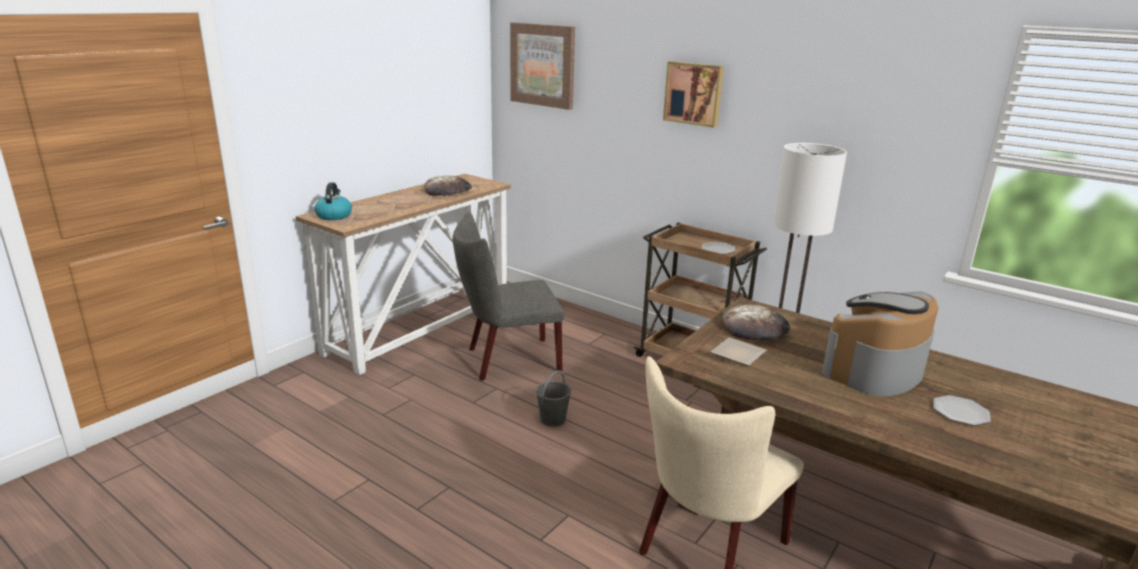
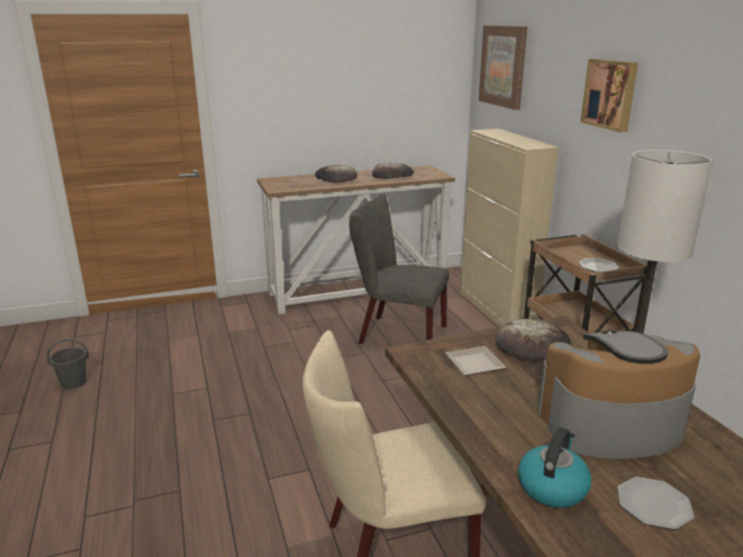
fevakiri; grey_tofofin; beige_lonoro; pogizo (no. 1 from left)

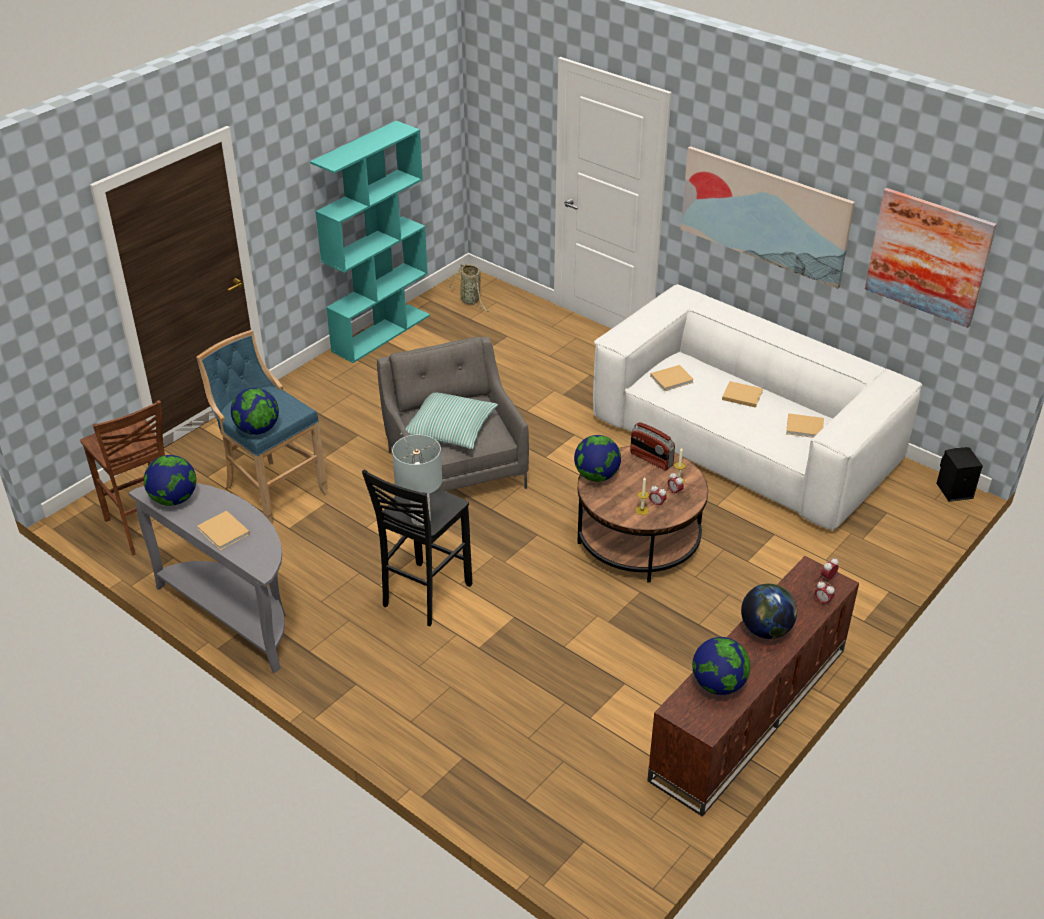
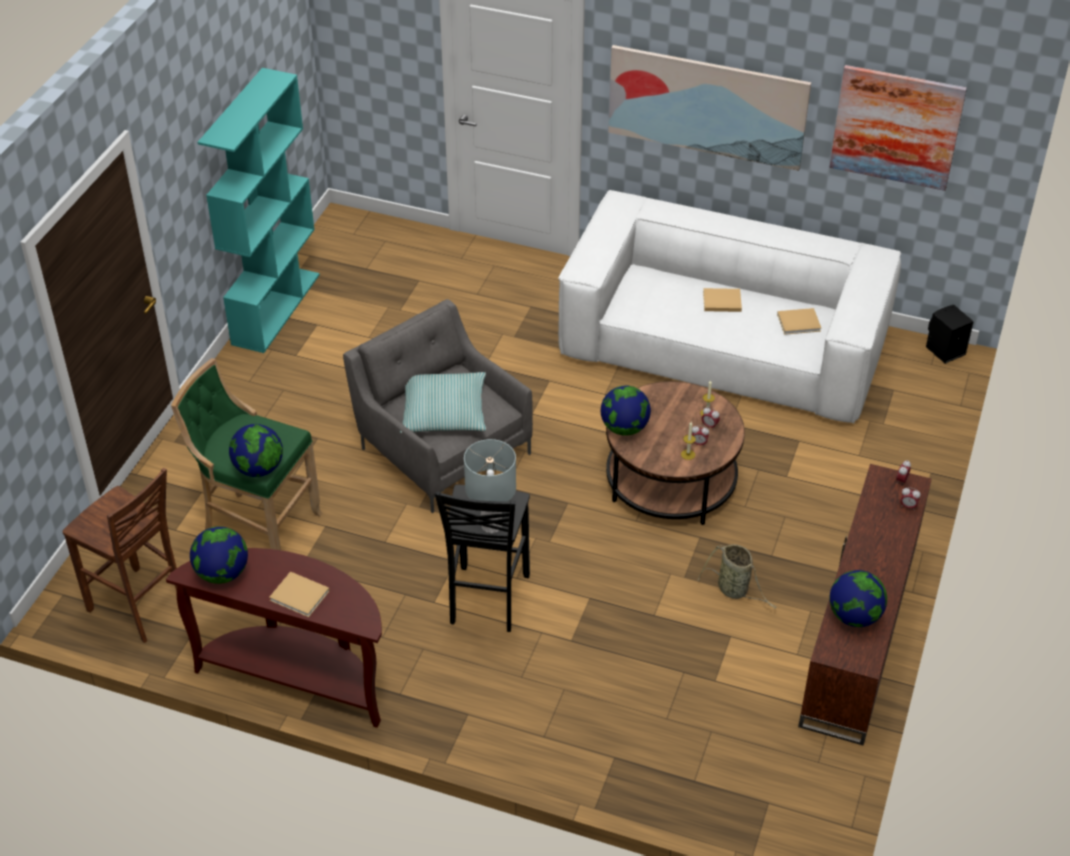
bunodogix; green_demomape; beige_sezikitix (no. 2 from left in the first image); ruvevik; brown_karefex; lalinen (no. 5 from left in the first image)

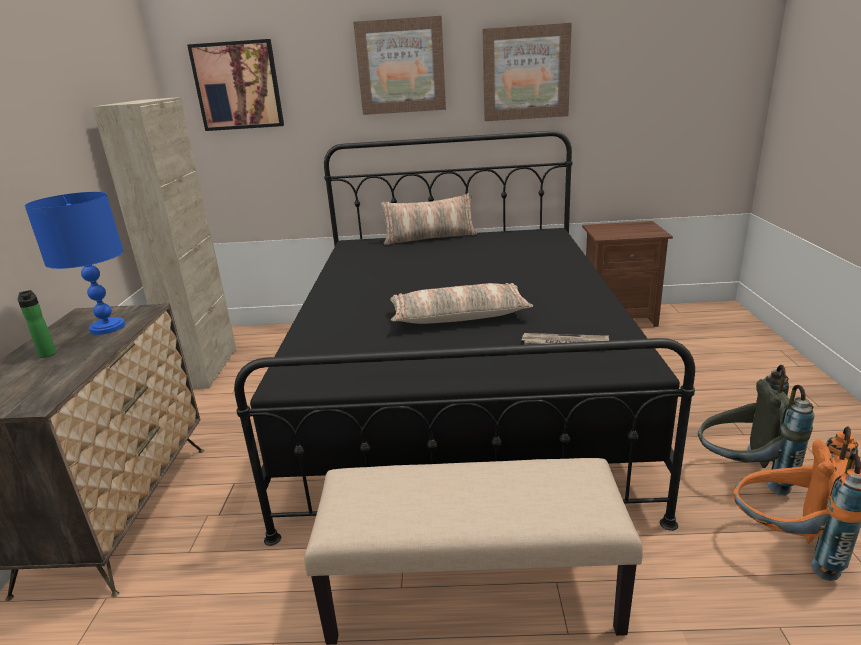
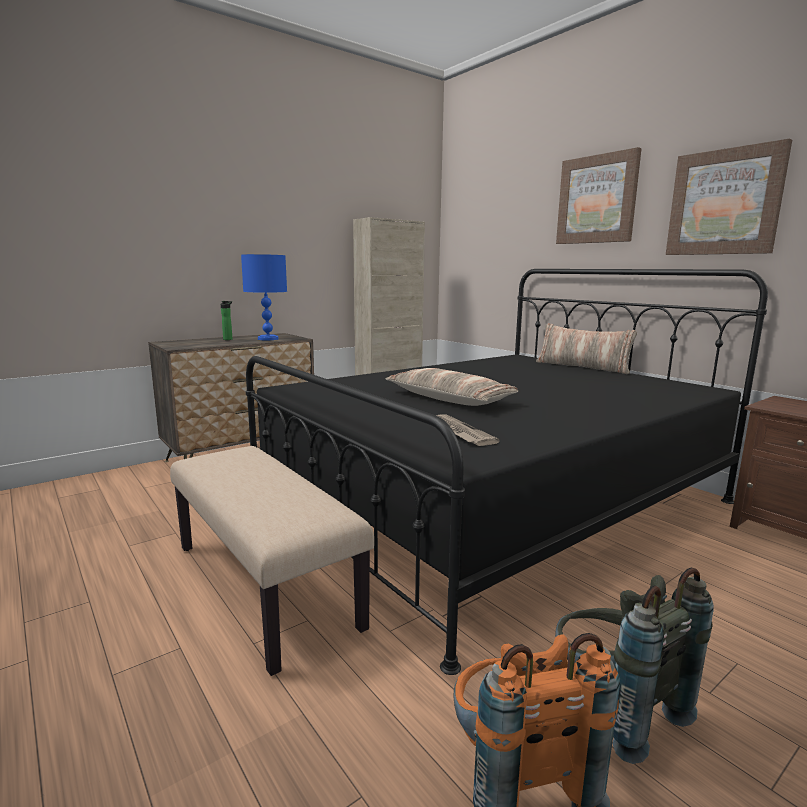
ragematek (no. 1 from left in the first image)

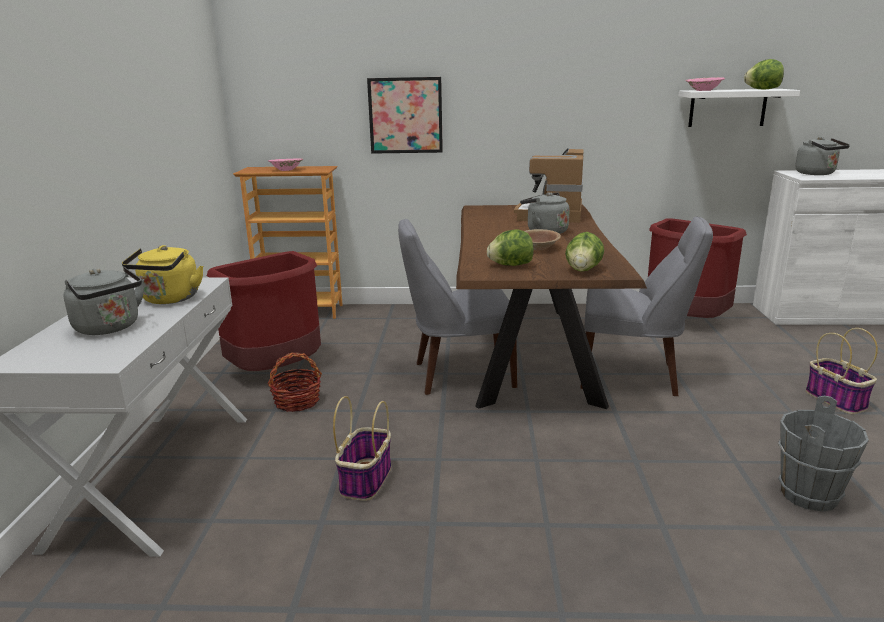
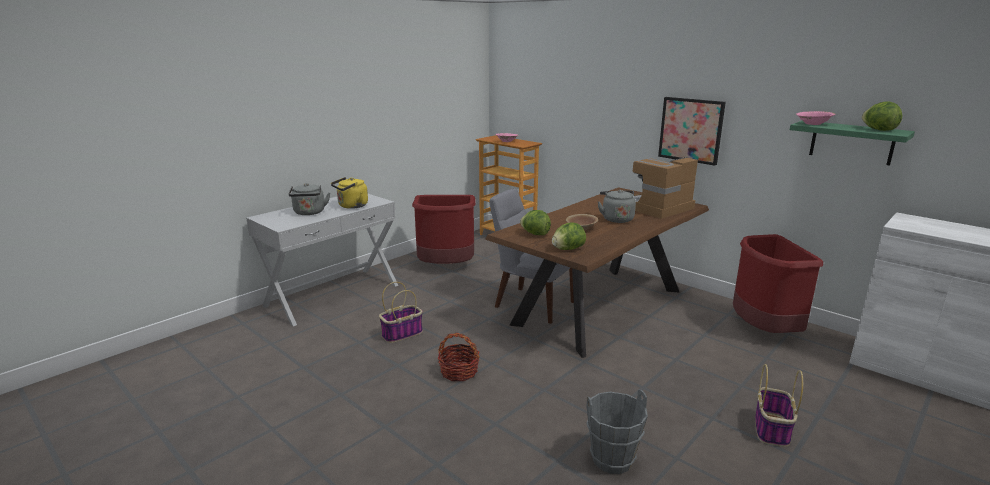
ragematek; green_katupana; grey_fevakiri (no. 3 from left in the first image); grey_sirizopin (no. 2 from left in the first image); bunodogix (no. 2 from left)

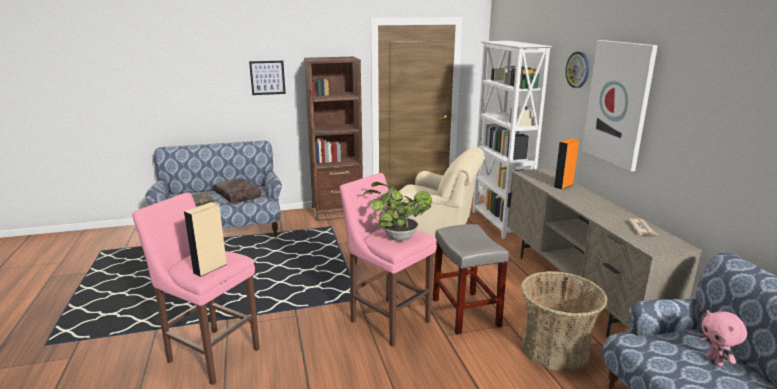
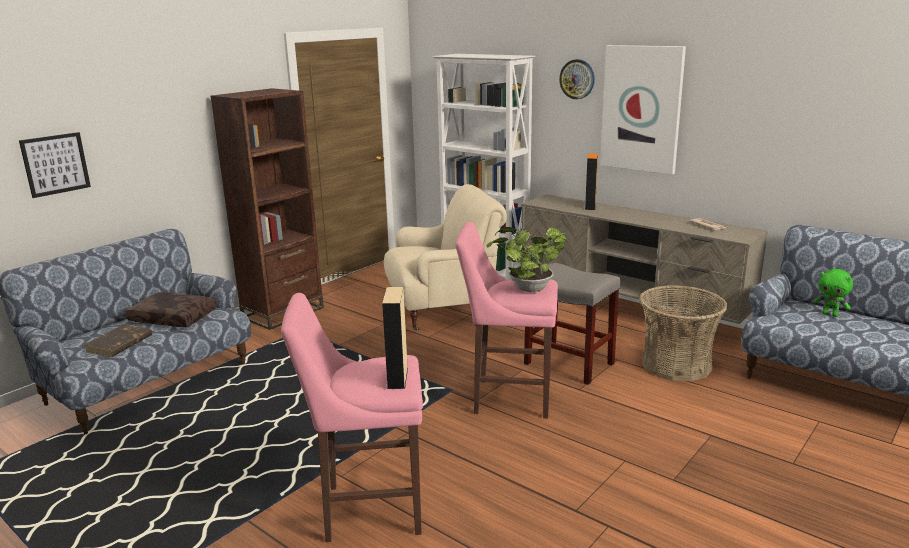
ragematek (no. 1 from left); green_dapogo

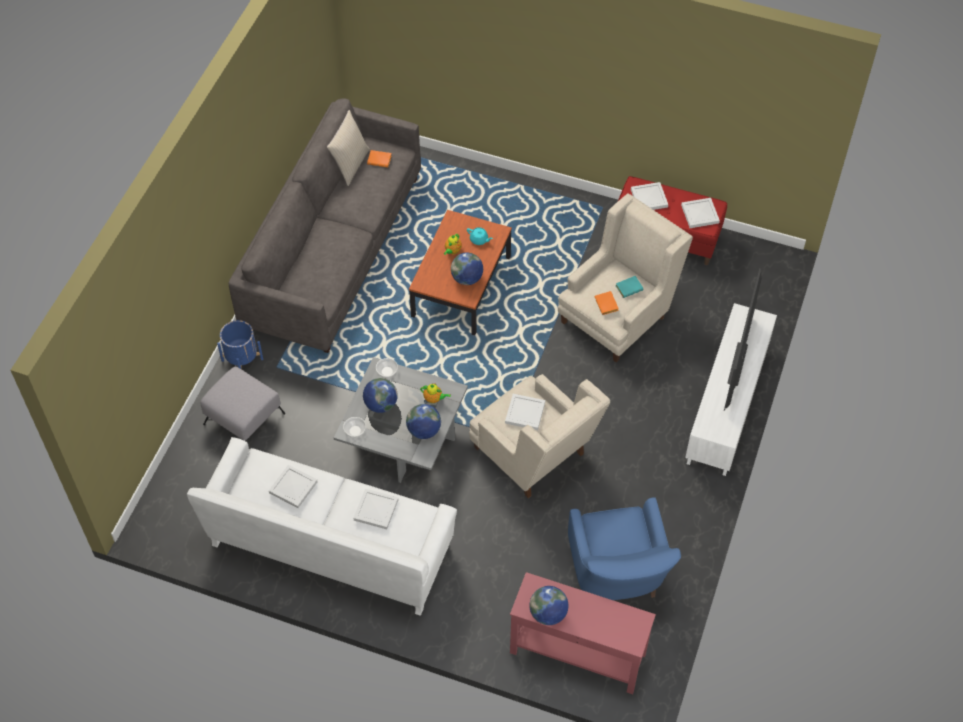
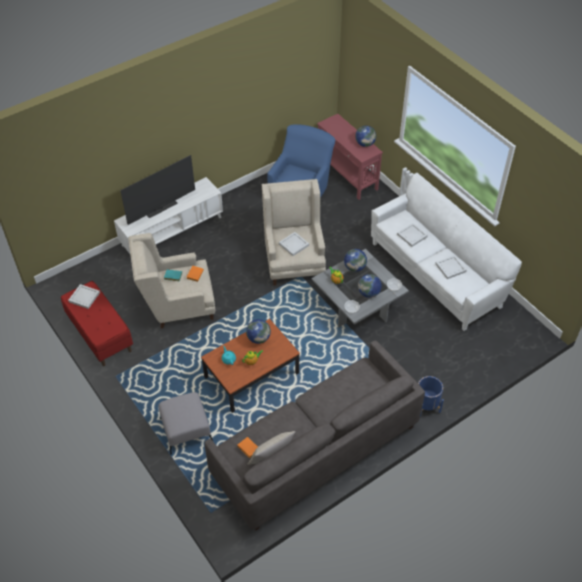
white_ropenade (no. 4 from left in the first image); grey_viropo

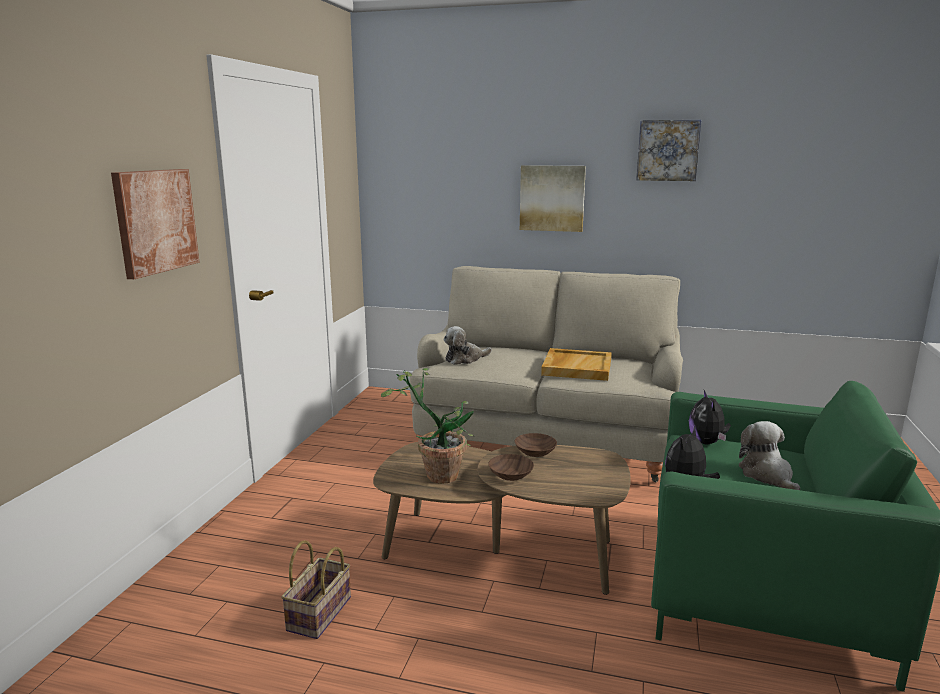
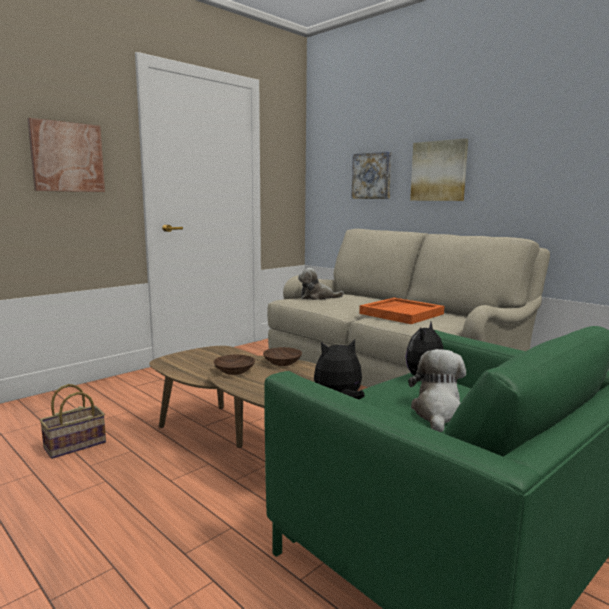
ragematek (no. 2 from left); orange_ropenade; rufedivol

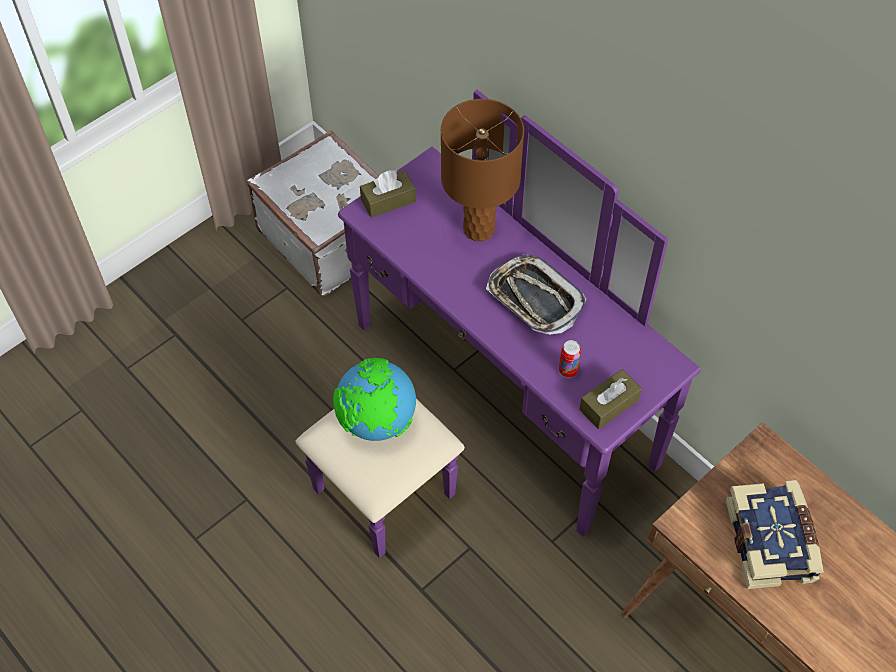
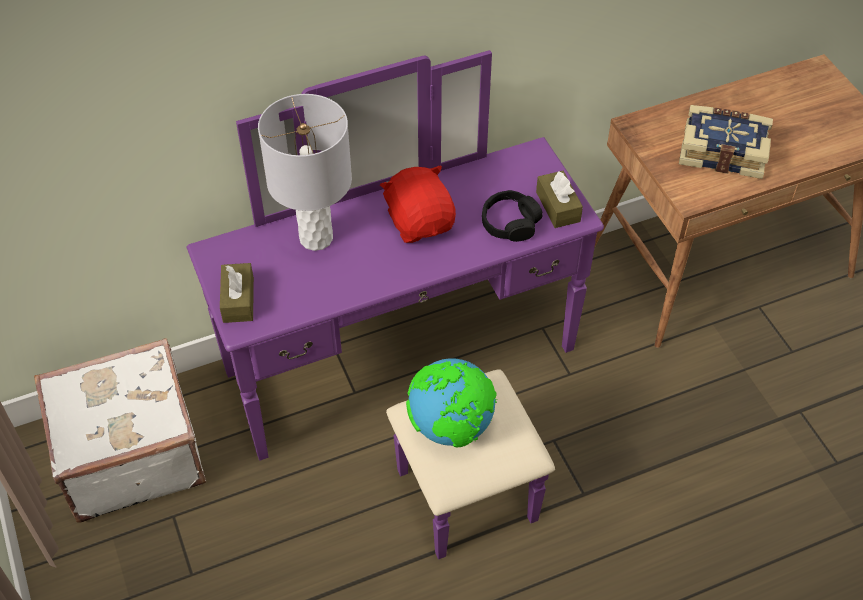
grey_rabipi; red_dapogo; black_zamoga

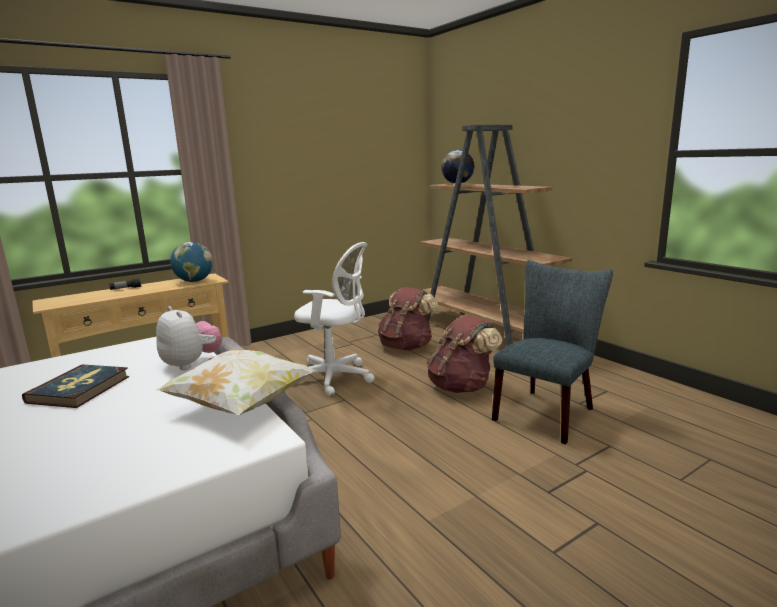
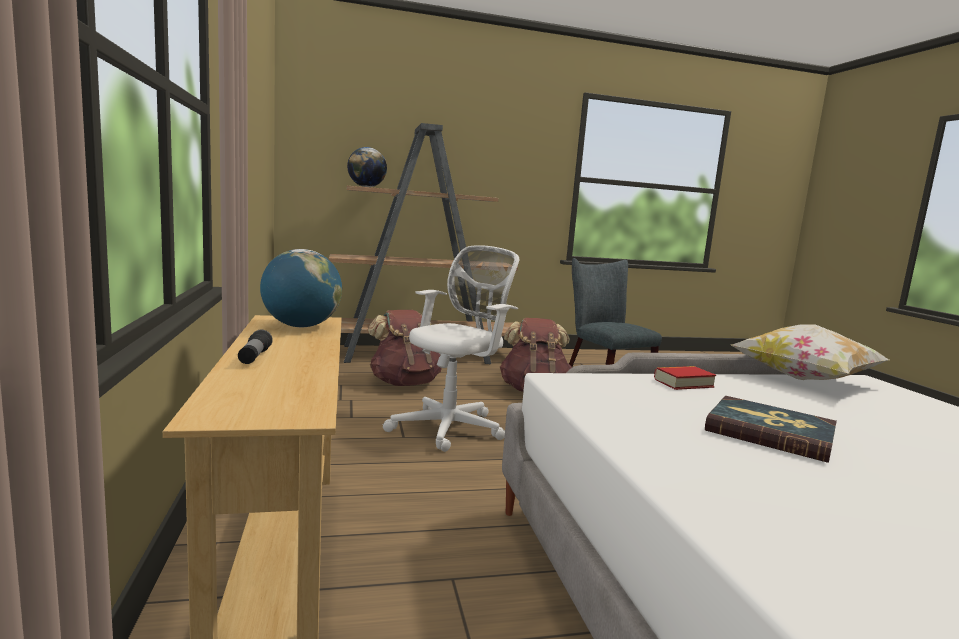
sezikitix (no. 1 from left)

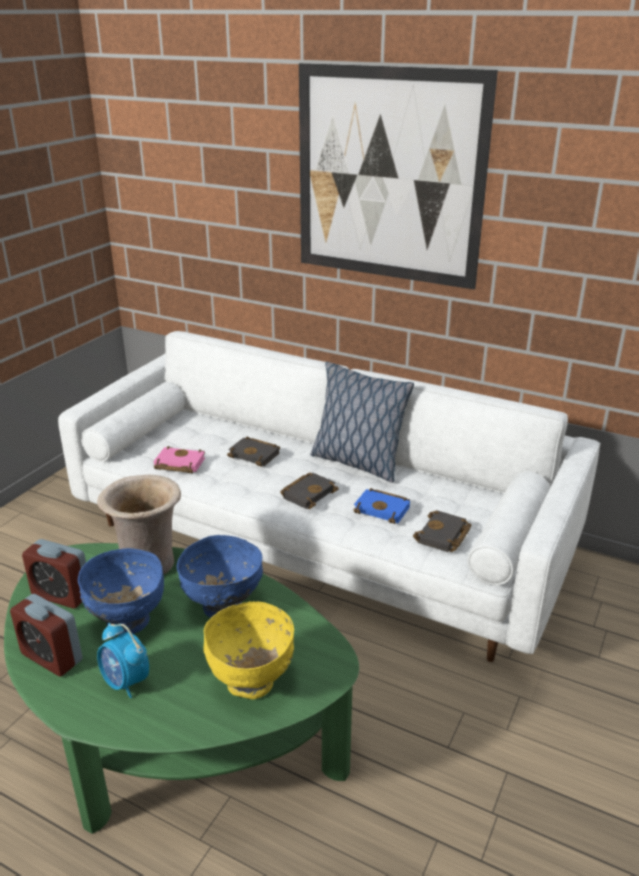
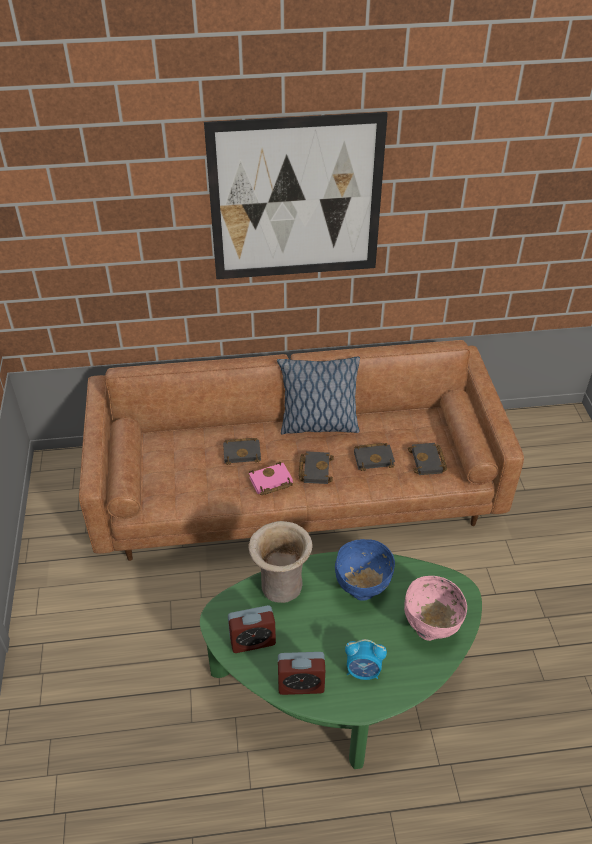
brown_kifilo; pink_sezikitix; black_sezikitix (no. 3 from left); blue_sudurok (no. 1 from left in the first image); pink_sudurok

